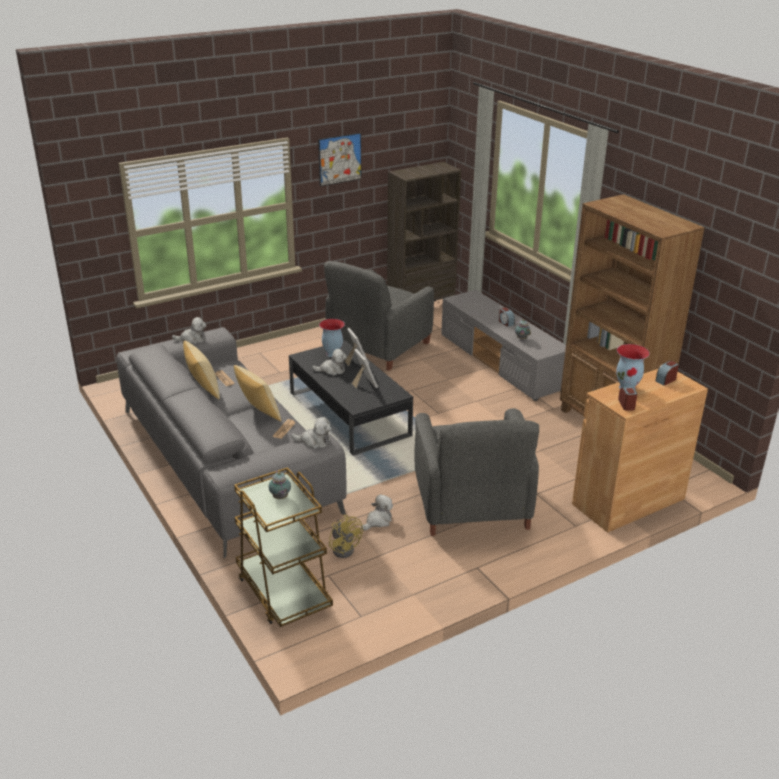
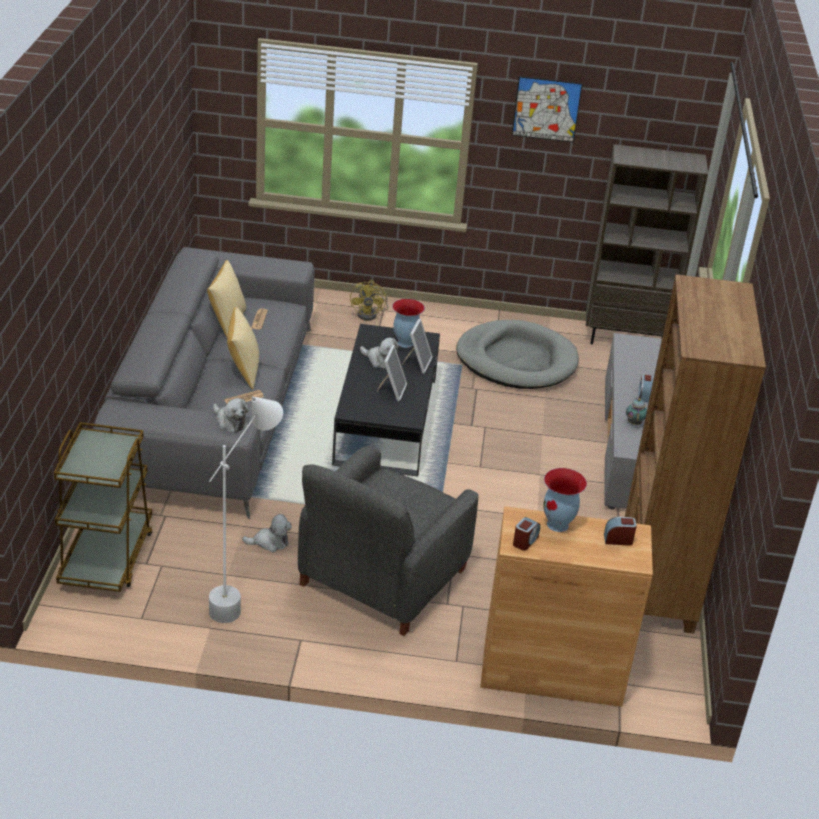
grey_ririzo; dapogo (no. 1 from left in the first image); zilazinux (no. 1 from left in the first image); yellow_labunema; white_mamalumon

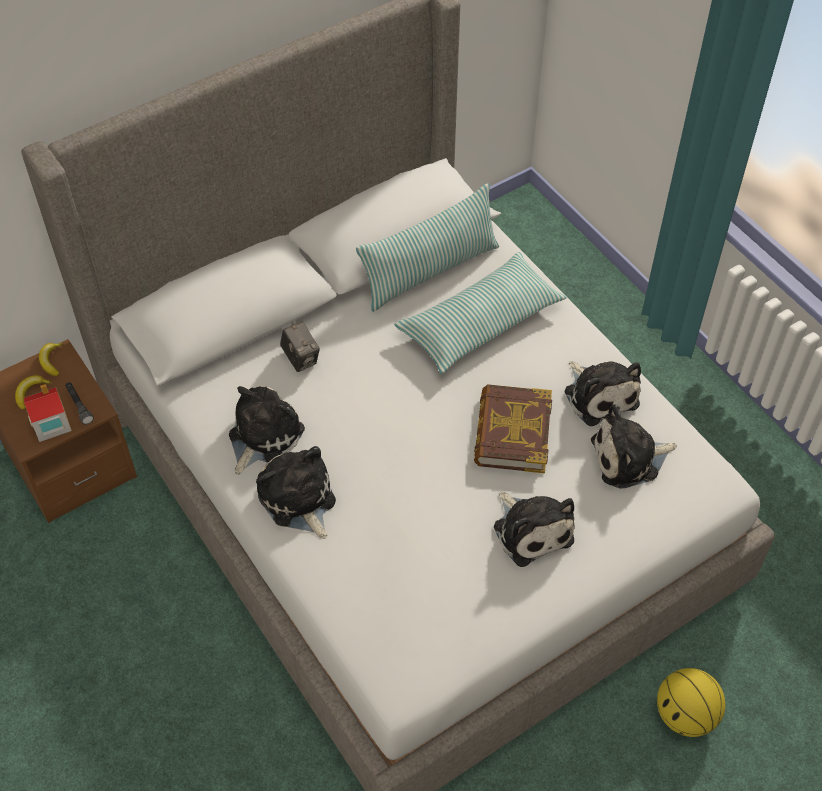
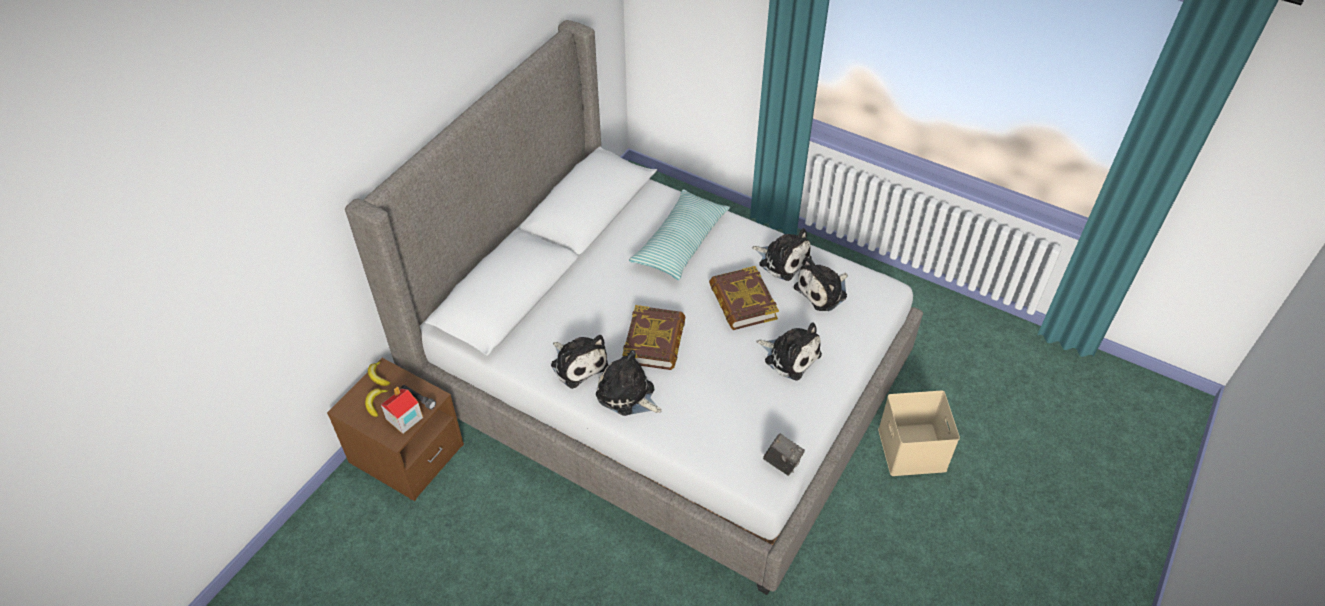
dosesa (no. 1 from left in the first image); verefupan; dapogo (no. 1 from left); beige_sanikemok; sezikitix (no. 1 from left)

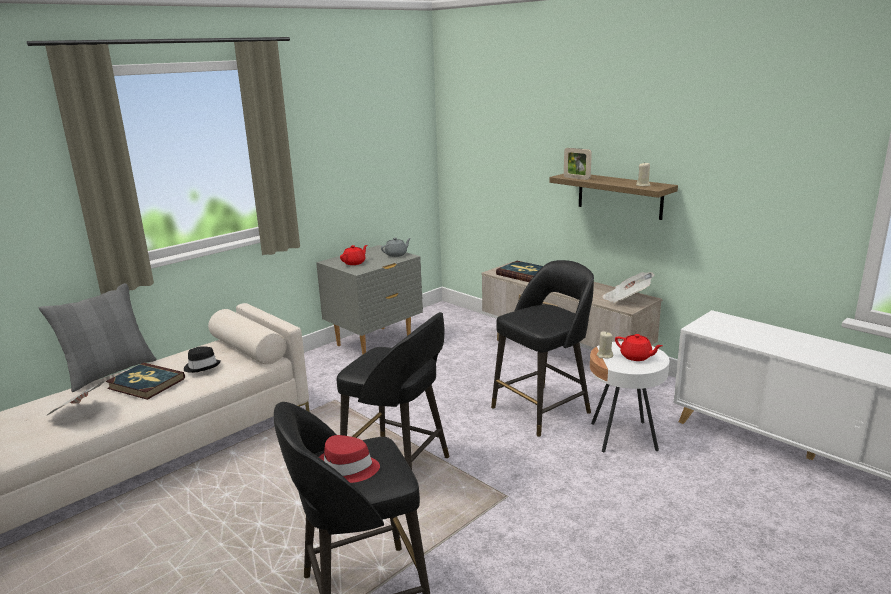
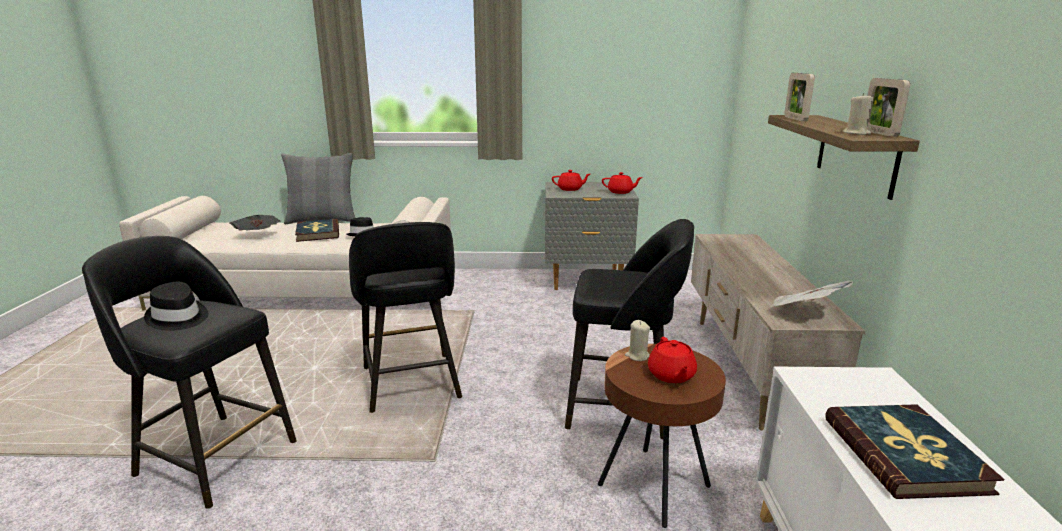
red_zilazinux (no. 2 from left); sezikitix (no. 2 from left); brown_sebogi; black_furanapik (no. 1 from left); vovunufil (no. 2 from left)

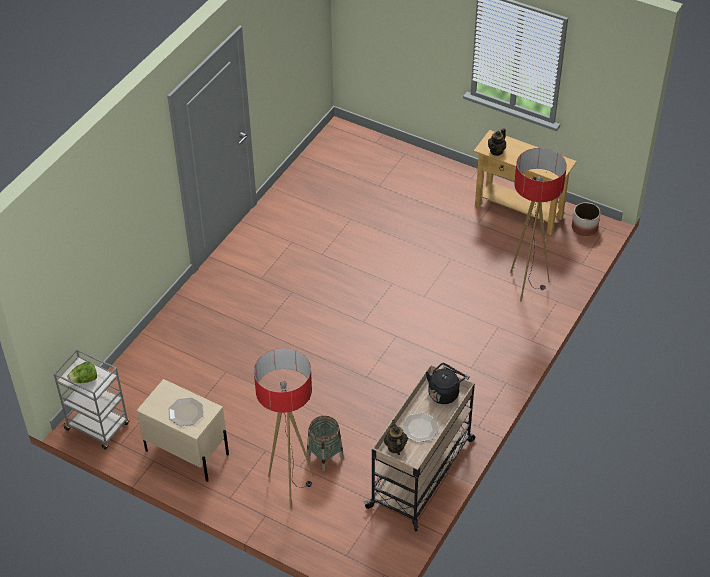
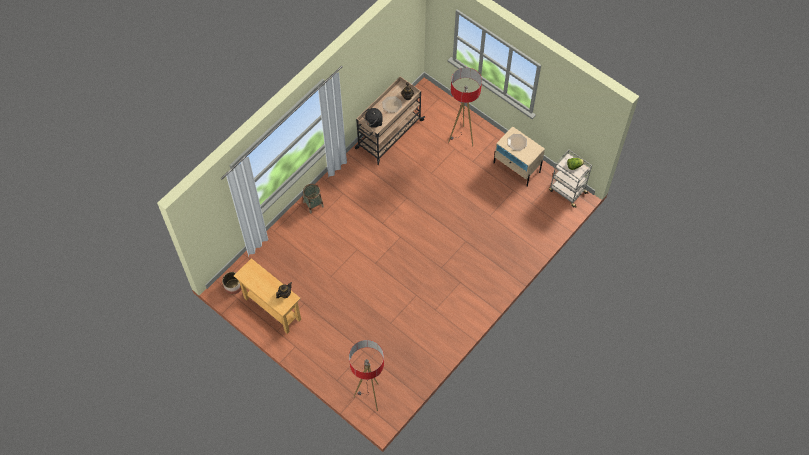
mamalumon (no. 1 from left); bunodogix

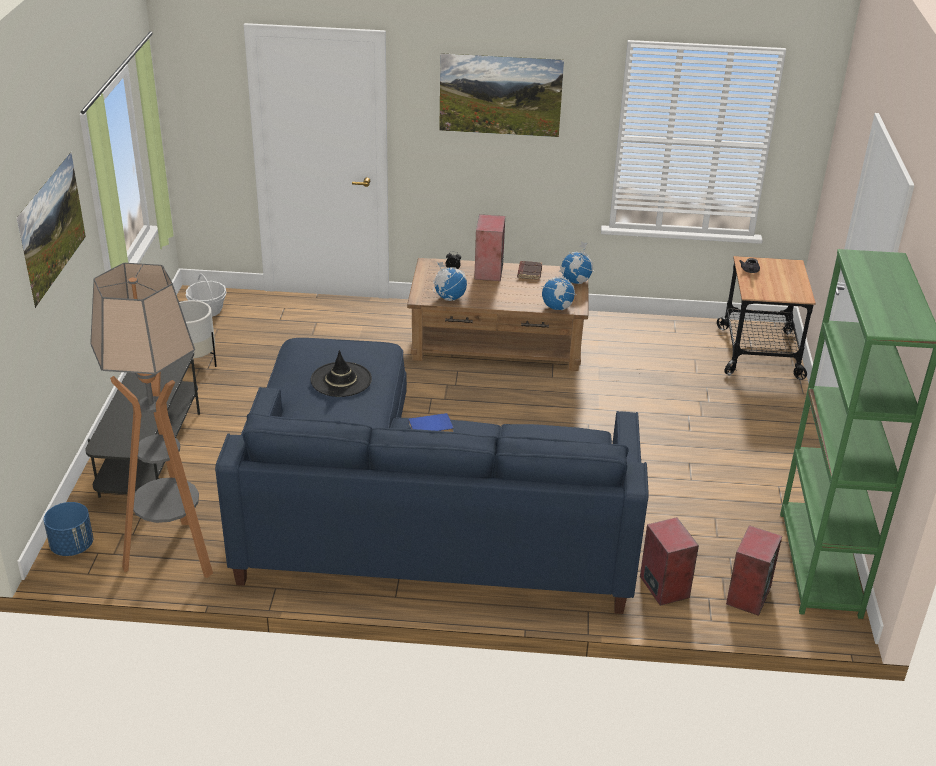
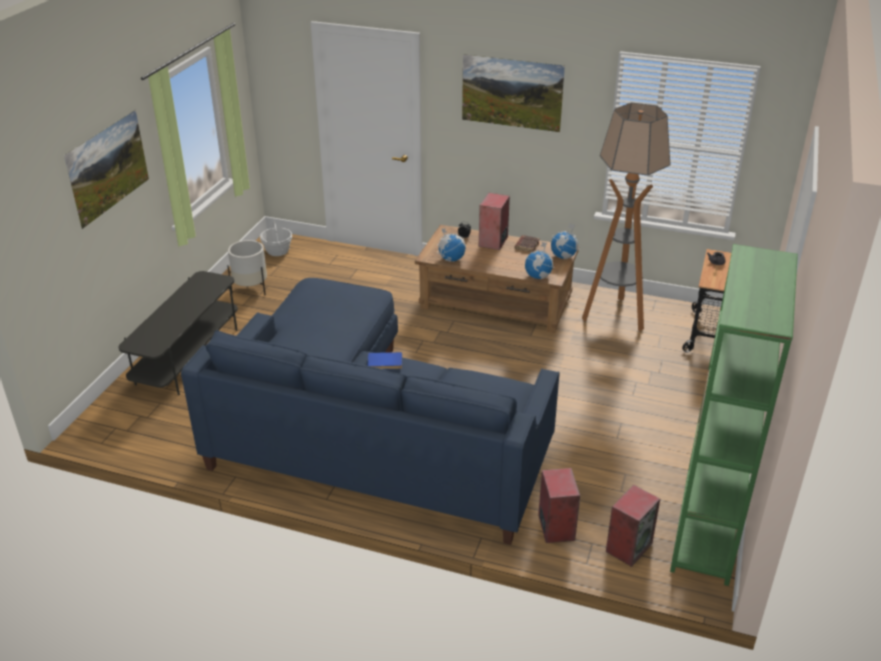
mamalumon; black_furanapik; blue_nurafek

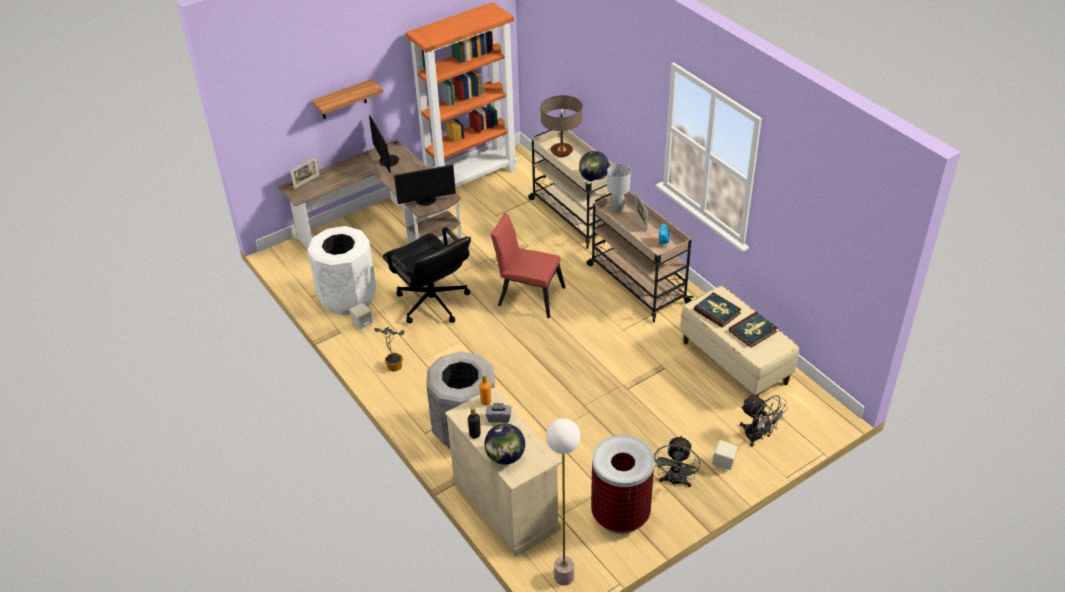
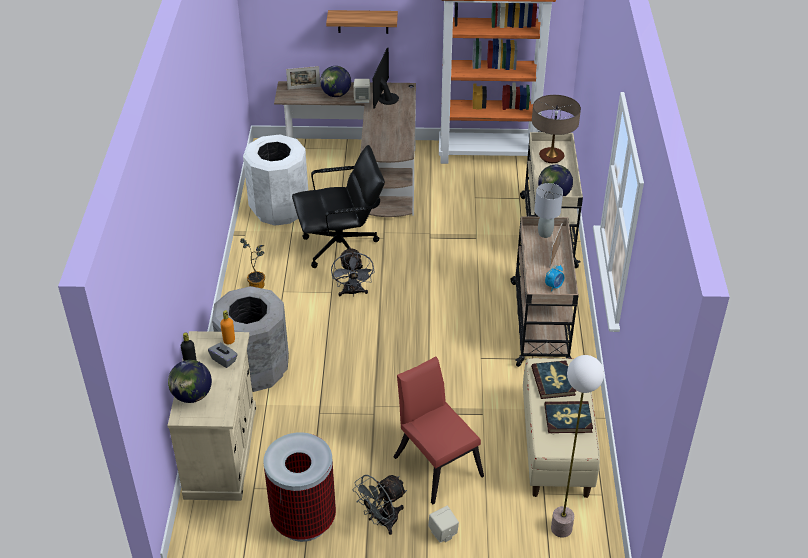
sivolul (no. 2 from left in the first image); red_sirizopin; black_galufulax; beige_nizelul (no. 1 from left); grey_labunema (no. 1 from left); mamalumon; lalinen (no. 2 from left)

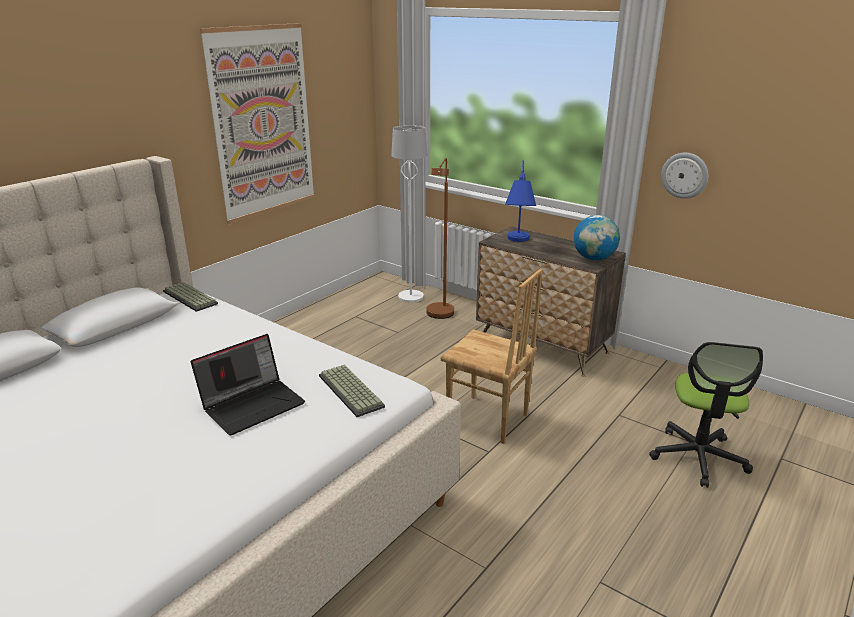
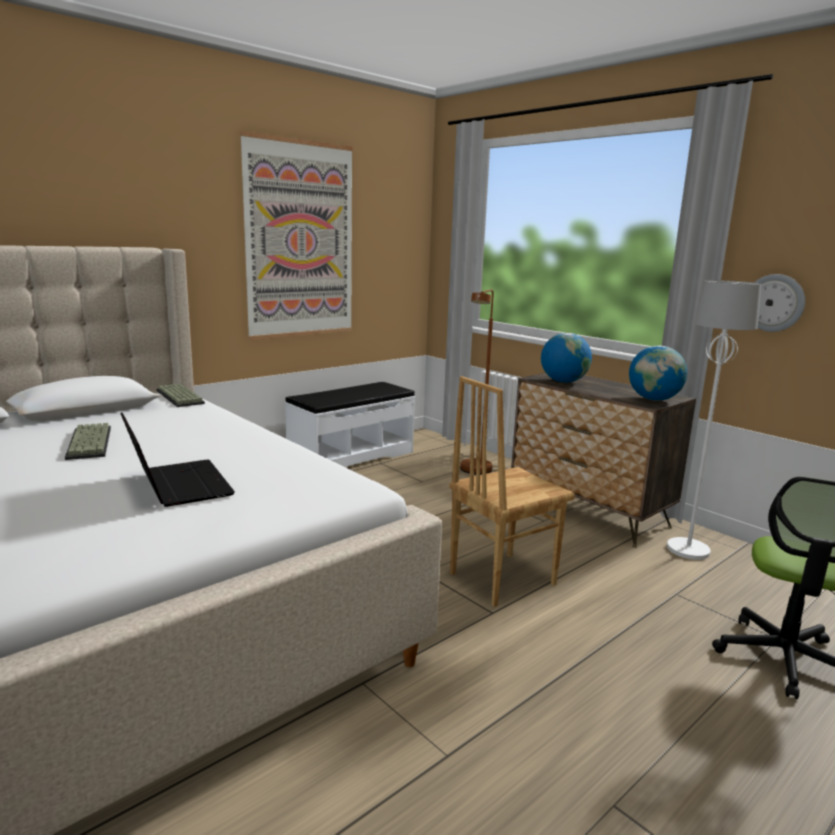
white_mamalumon; lalinen (no. 1 from left); brown_sirizopin; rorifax; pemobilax (no. 1 from left); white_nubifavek

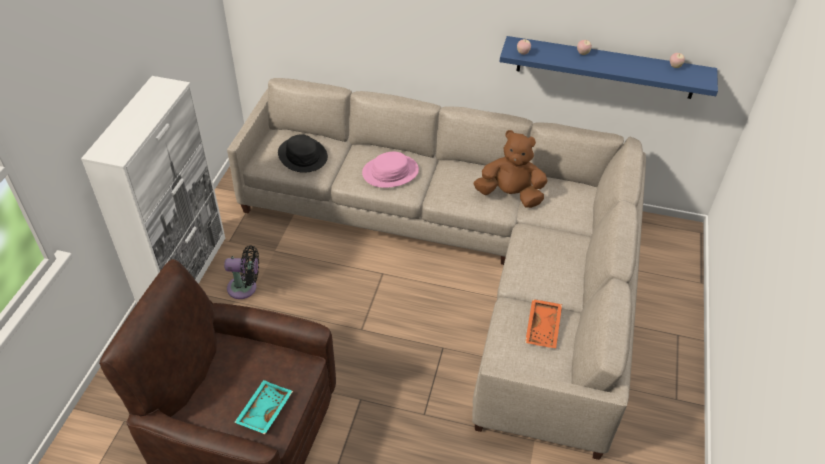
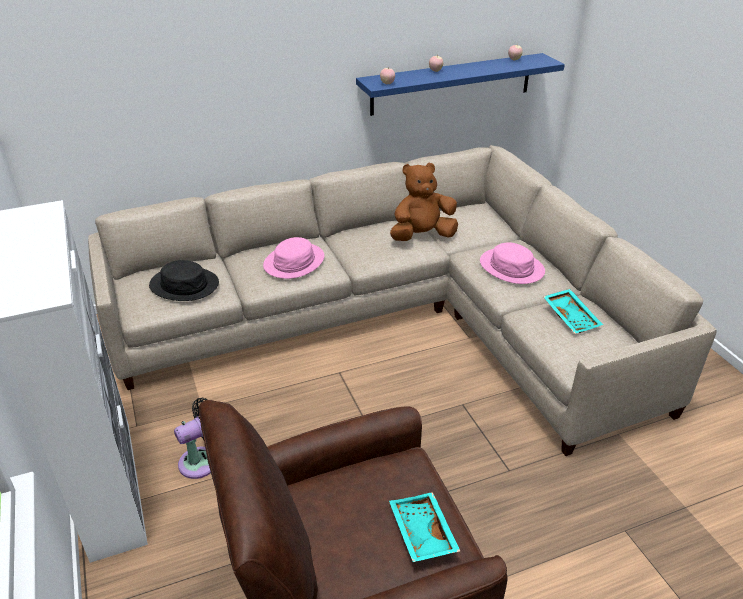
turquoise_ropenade (no. 2 from left); pink_furanapik (no. 2 from left)

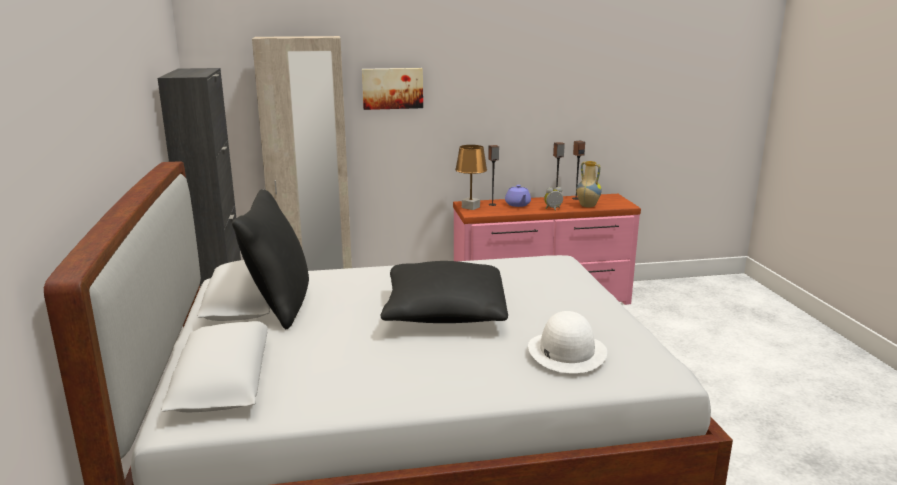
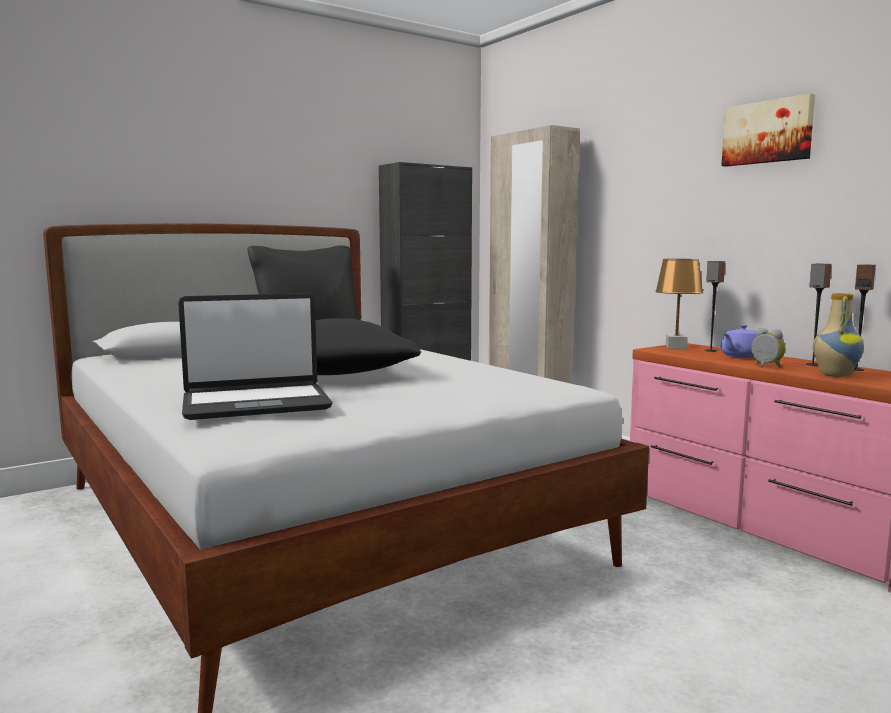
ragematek; rorifax

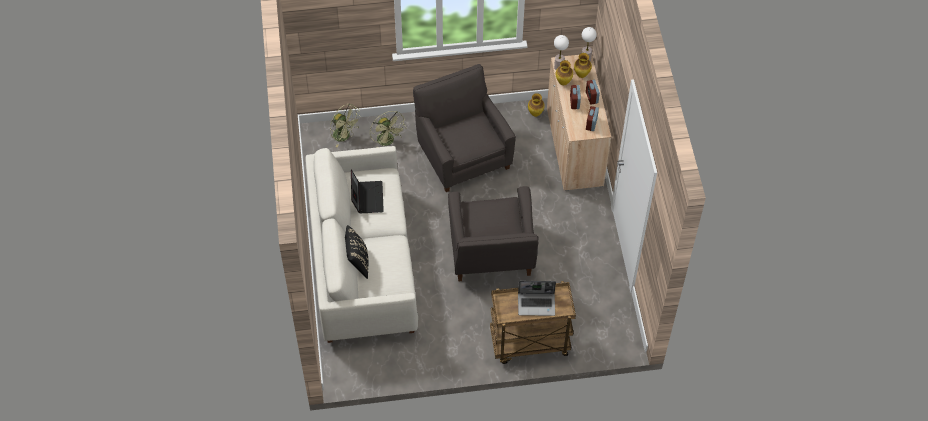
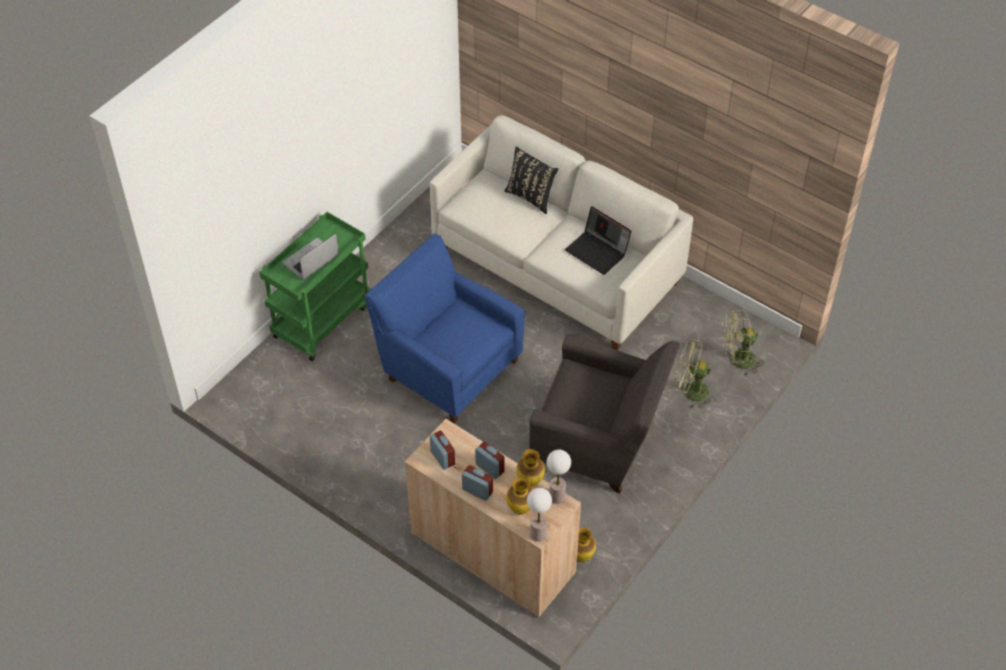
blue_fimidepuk; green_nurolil

